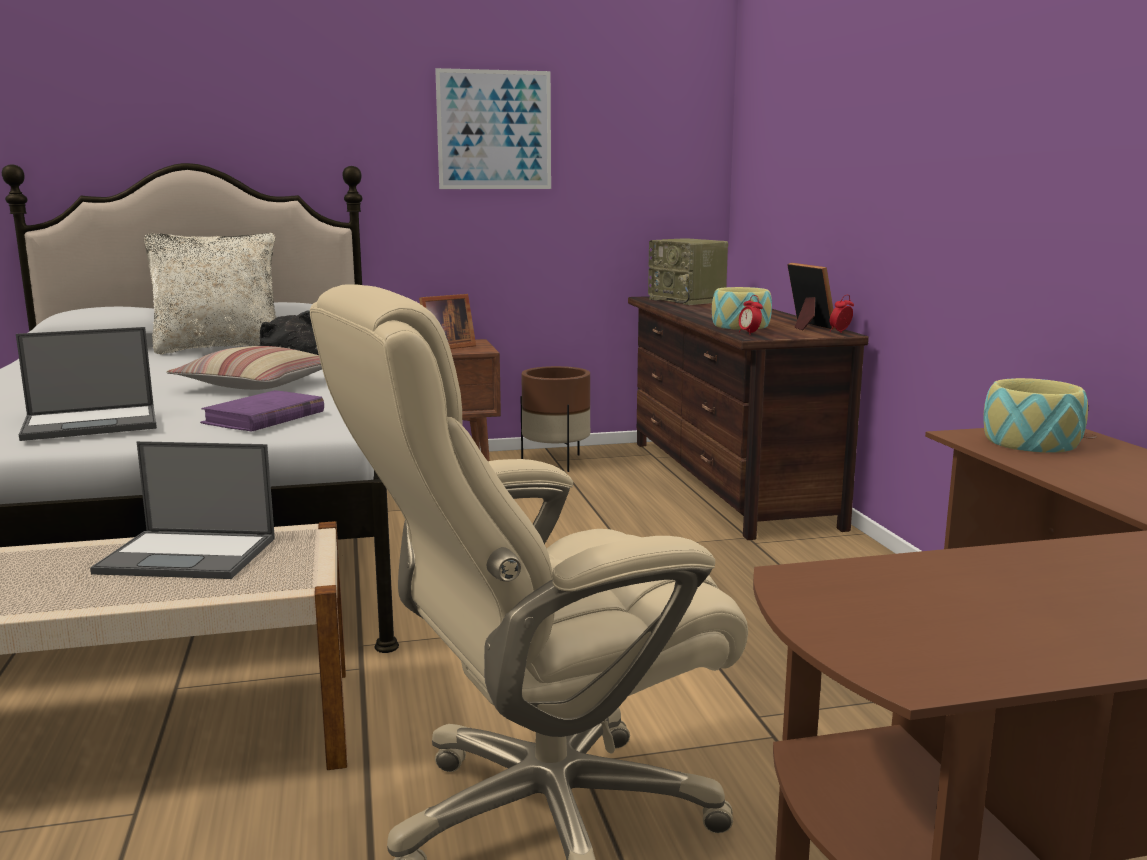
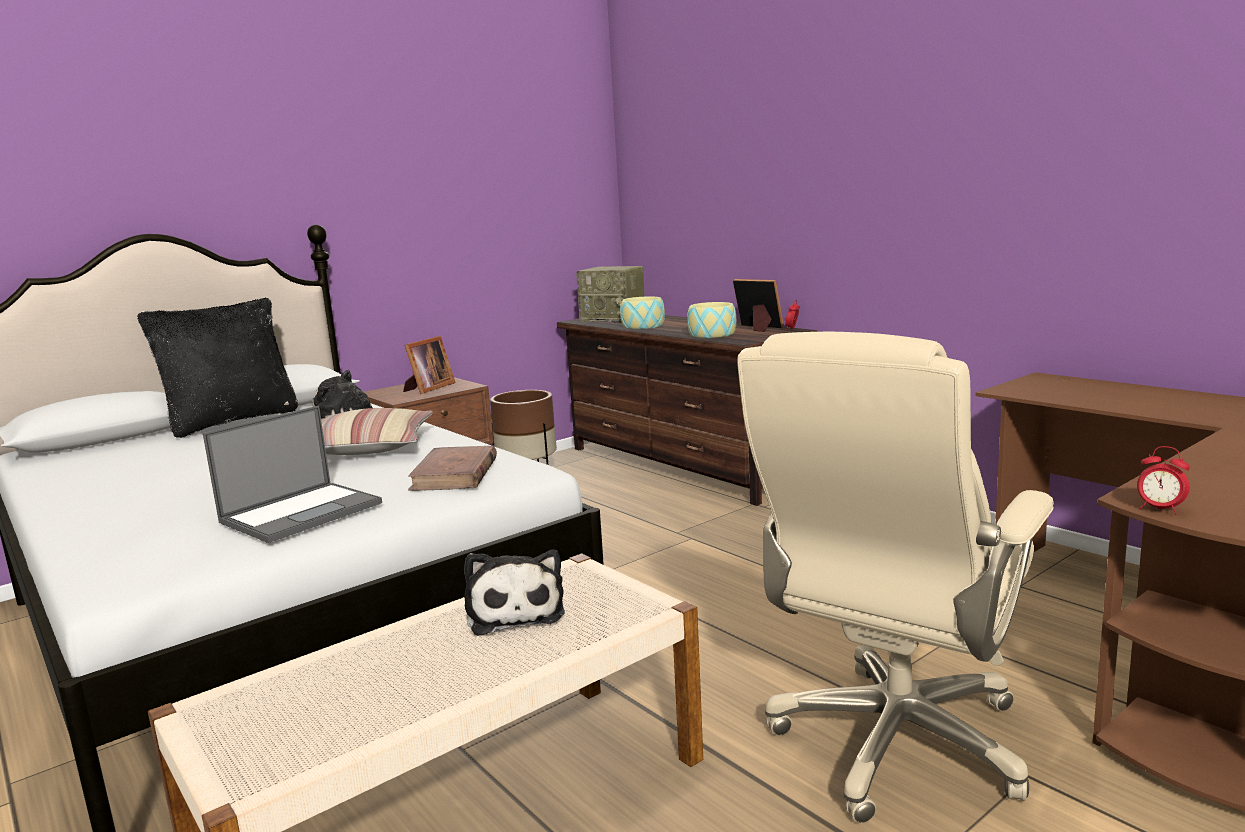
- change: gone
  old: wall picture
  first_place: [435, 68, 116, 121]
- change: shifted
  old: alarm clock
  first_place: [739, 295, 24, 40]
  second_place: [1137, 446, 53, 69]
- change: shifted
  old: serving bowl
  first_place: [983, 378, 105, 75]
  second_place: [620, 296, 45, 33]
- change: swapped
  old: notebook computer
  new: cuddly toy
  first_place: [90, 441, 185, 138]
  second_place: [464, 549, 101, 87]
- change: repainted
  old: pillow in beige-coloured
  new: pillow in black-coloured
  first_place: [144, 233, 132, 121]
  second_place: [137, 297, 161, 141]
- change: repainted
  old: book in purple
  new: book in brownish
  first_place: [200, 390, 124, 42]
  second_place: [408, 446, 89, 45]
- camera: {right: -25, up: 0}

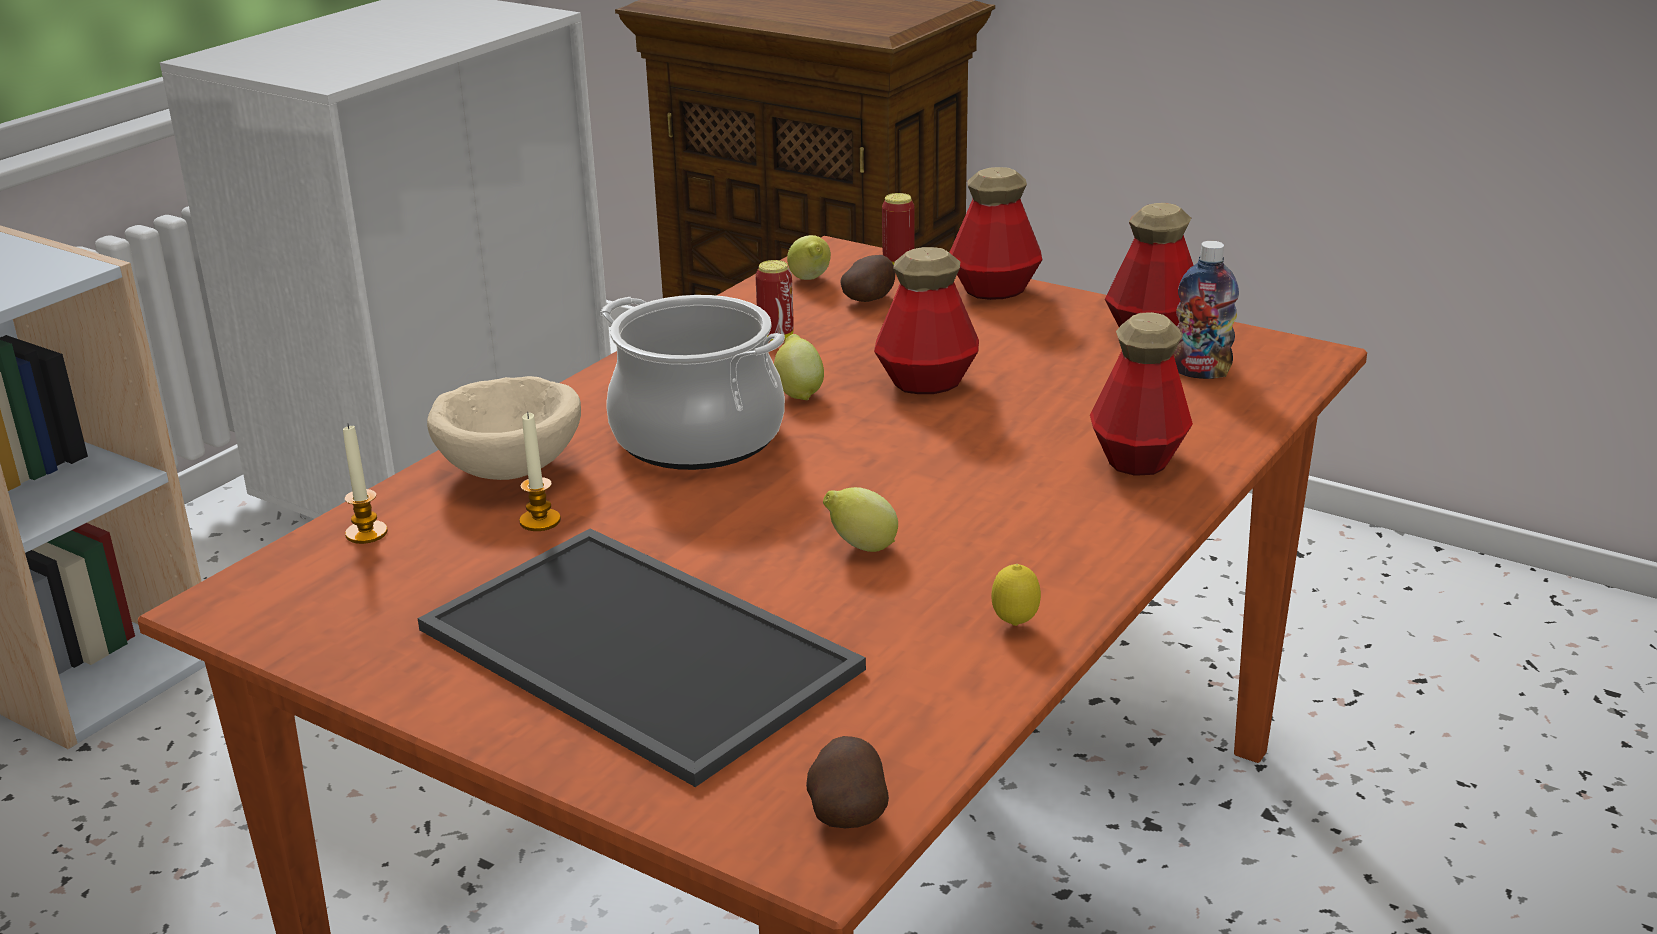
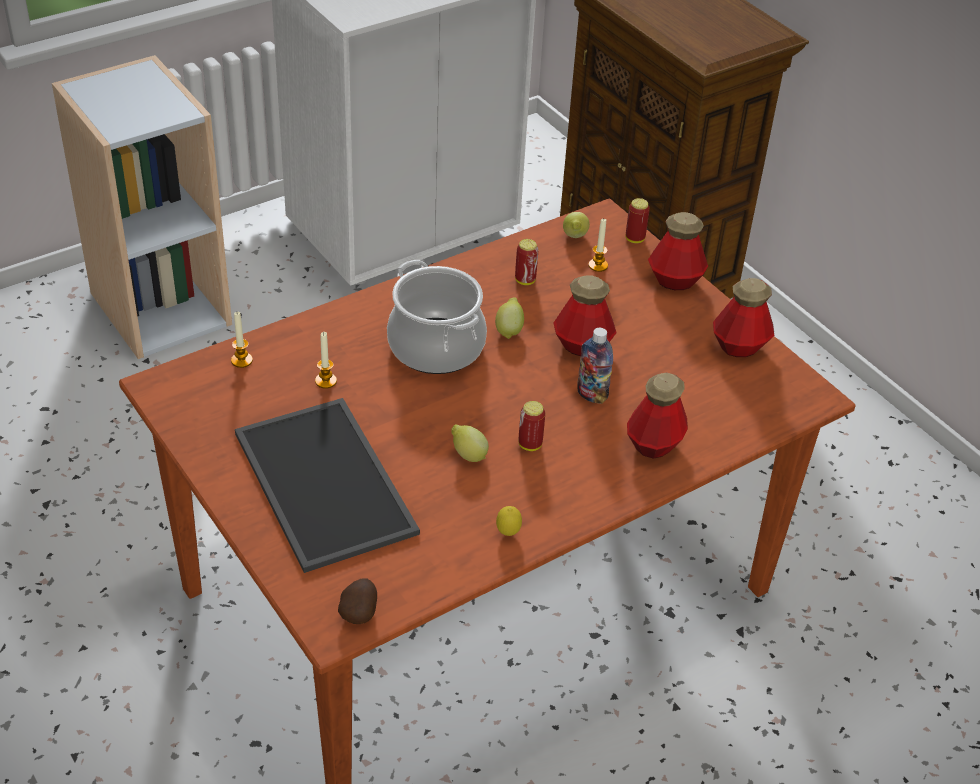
- change: gone
  old: serving bowl in beige-coloured
  first_place: [427, 376, 154, 104]
- change: new
  new: can
  second_place: [518, 401, 27, 50]
- change: shifted
  old: drink bottle
  first_place: [1173, 241, 66, 138]
  second_place: [577, 328, 36, 76]
- change: swapped
  old: potato
  new: candle
  first_place: [841, 255, 54, 47]
  second_place: [588, 219, 20, 53]
- camera: {right: 20, up: 15}

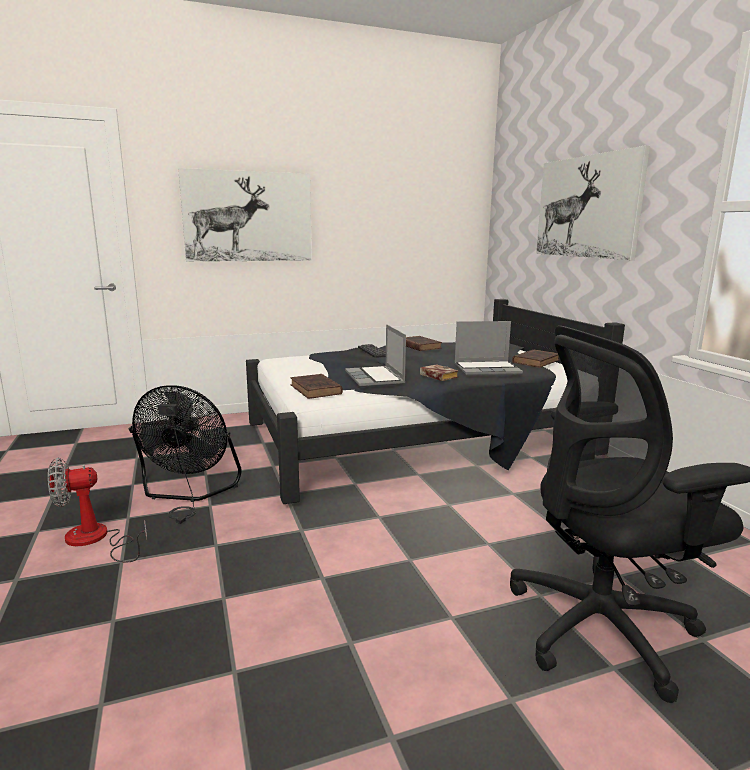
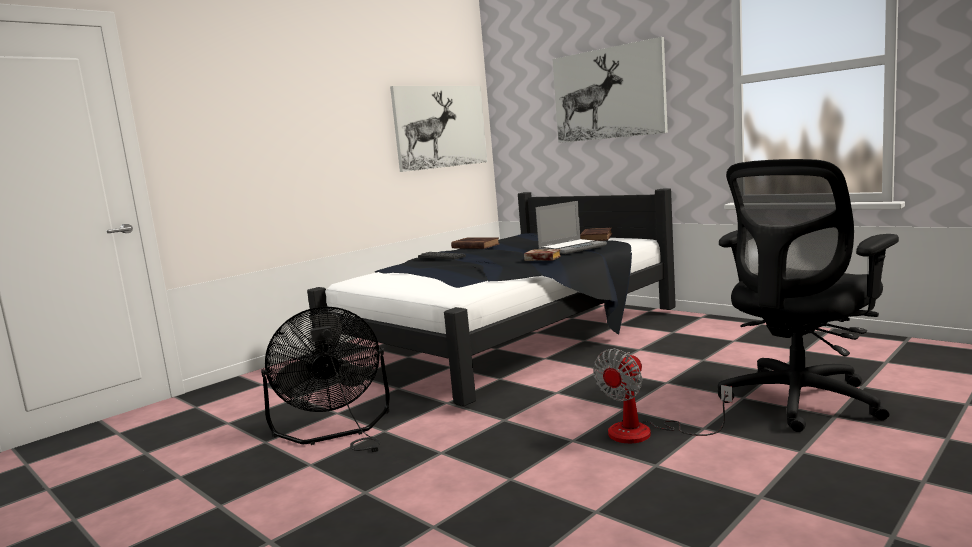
- change: gone
  old: book in brownish
  first_place: [291, 374, 52, 25]
- change: gone
  old: notebook computer
  first_place: [345, 324, 61, 63]
- change: shifted
  old: cooling fan
  first_place: [48, 458, 99, 104]
  second_place: [593, 349, 139, 94]
- change: shifted
  old: wall picture
  first_place: [178, 168, 134, 94]
  second_place: [390, 86, 97, 86]
- camera: {right: -25, up: -5}

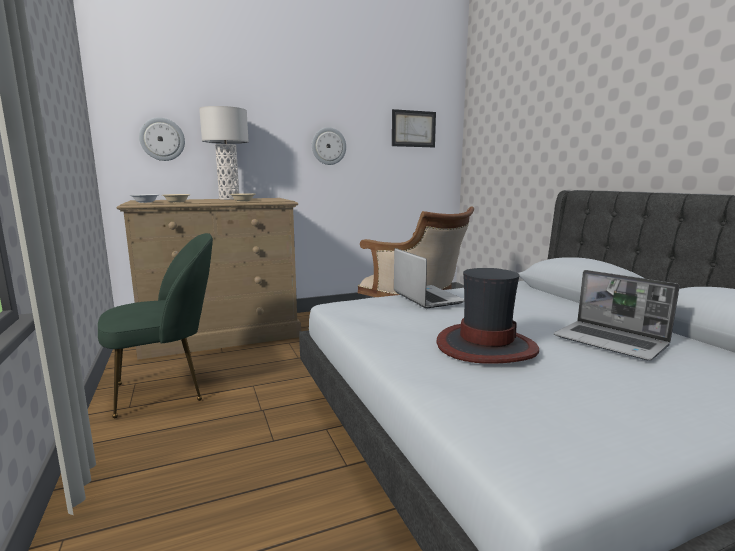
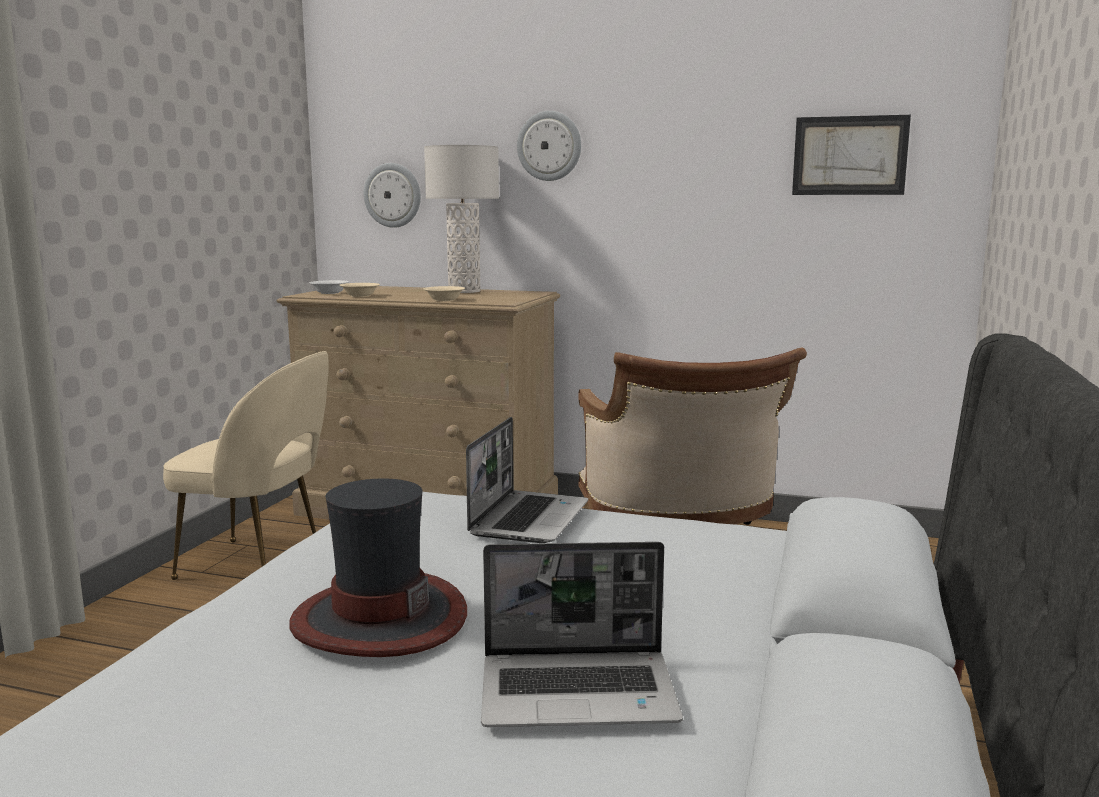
- change: shifted
  old: hanging clock
  first_place: [312, 127, 34, 38]
  second_place: [517, 111, 64, 70]
- change: repainted
  old: chair in greenish
  new: chair in beige-coloured
  first_place: [98, 233, 115, 185]
  second_place: [163, 351, 166, 229]
- change: rotated
  old: notebook computer
  first_place: [554, 270, 126, 90]
  second_place: [481, 542, 202, 185]
  degrees: -90
- camera: {right: 40, up: 0}

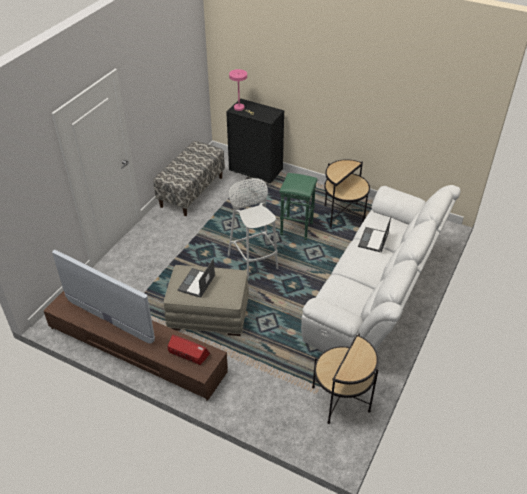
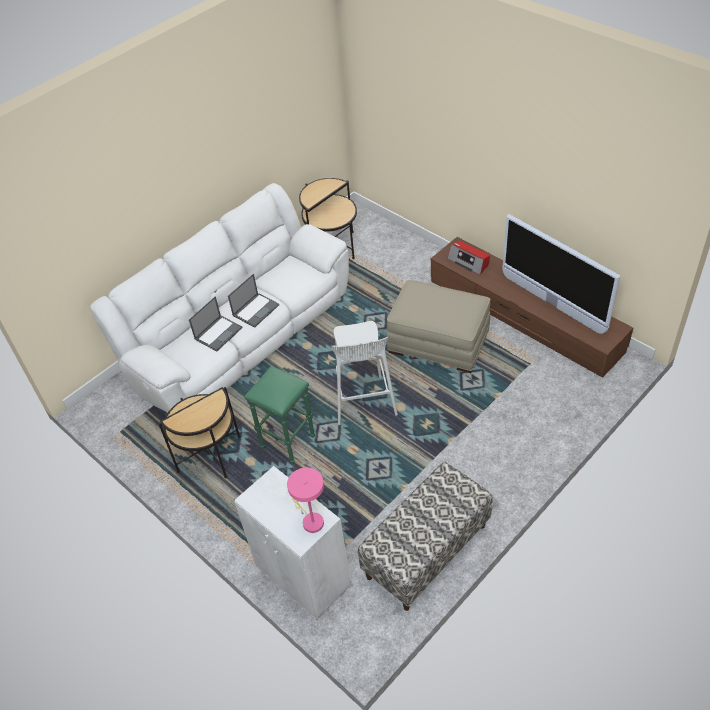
- change: shifted
  old: notebook computer
  first_place: [178, 258, 37, 40]
  second_place: [228, 274, 51, 54]
- change: repainted
  old: cupboard in black-coloured
  new: cupboard in whitish
  first_place: [226, 98, 58, 85]
  second_place: [234, 466, 117, 154]
- camera: {right: -160, up: 5}

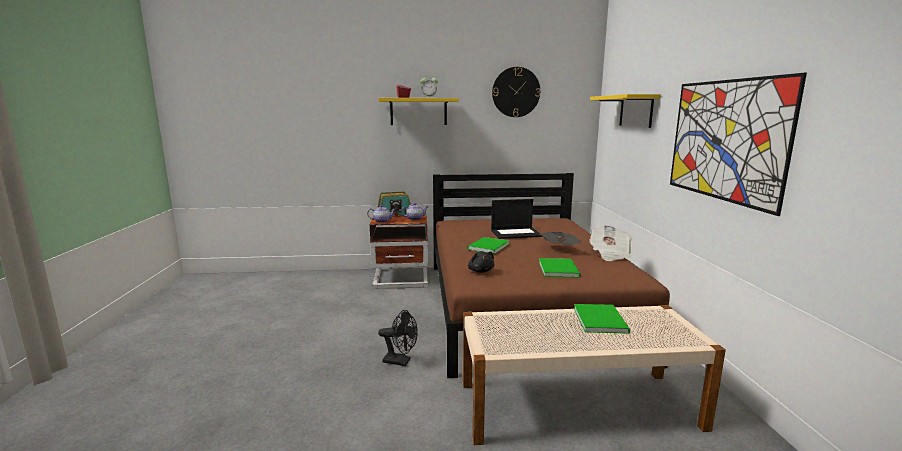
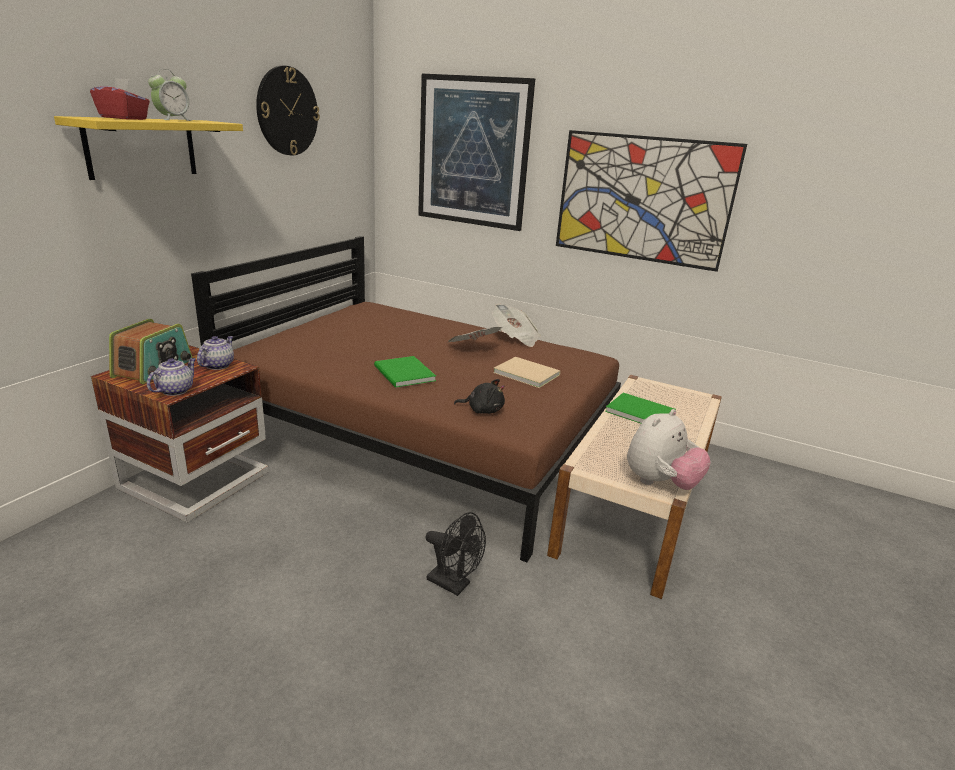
- change: gone
  old: notebook computer
  first_place: [491, 199, 51, 40]
- change: new
  new: cuddly toy
  second_place: [627, 409, 84, 81]
- change: swapped
  old: bracket shelf in yellow-coloured
  new: wall picture
  first_place: [590, 94, 71, 34]
  second_place: [418, 74, 117, 157]
- change: repainted
  old: book in greenish
  new: book in beige-coloured
  first_place: [539, 258, 42, 19]
  second_place: [493, 357, 68, 31]
- change: rotated
  old: cooling fan in black-coloured
  first_place: [378, 310, 40, 56]
  second_place: [426, 512, 60, 84]
  degrees: 75
- camera: {right: -60, up: 10}

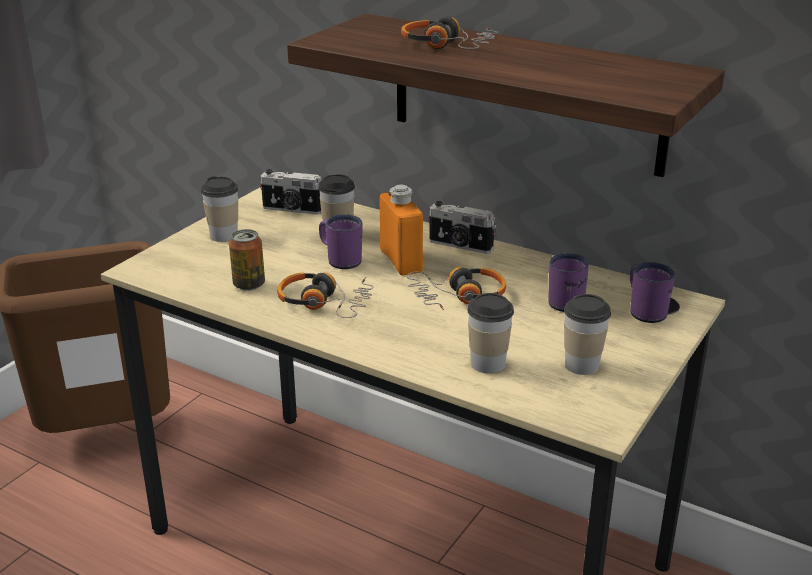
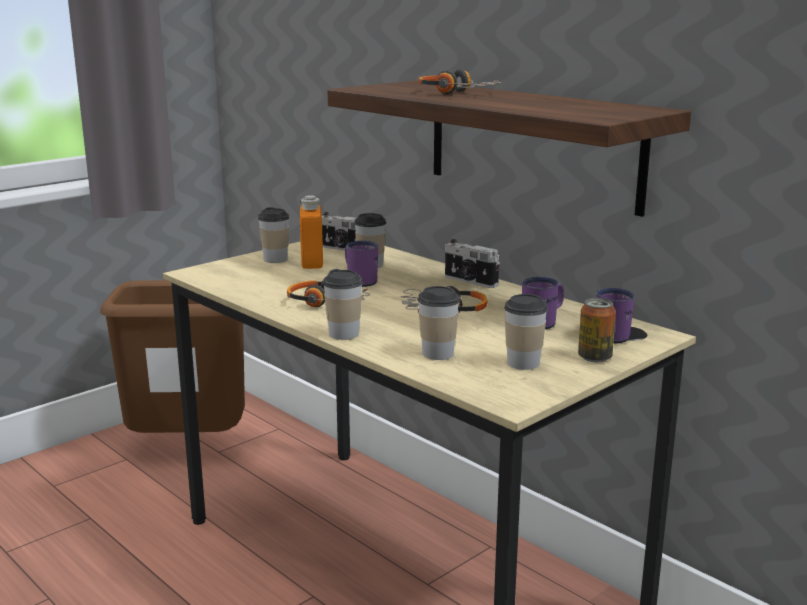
- change: new
  new: drinking cup
  second_place: [323, 269, 40, 71]
- change: shifted
  old: can
  first_place: [229, 229, 36, 62]
  second_place: [578, 298, 38, 64]
- change: shifted
  old: drink bottle in orangey
  first_place: [380, 184, 43, 92]
  second_place: [300, 195, 23, 74]
- camera: {right: 15, up: -10}

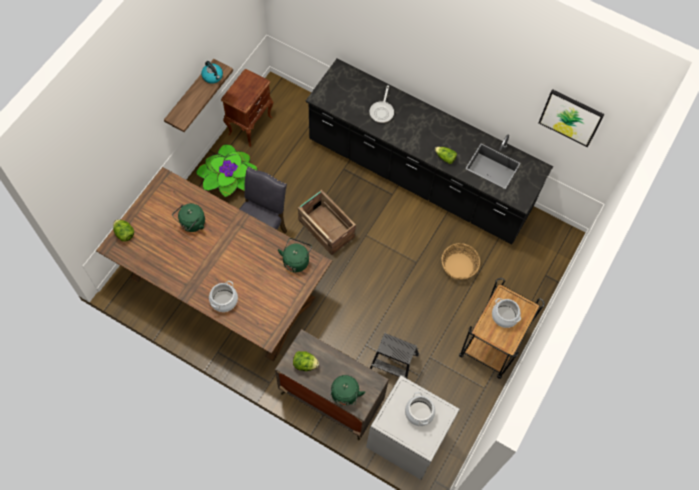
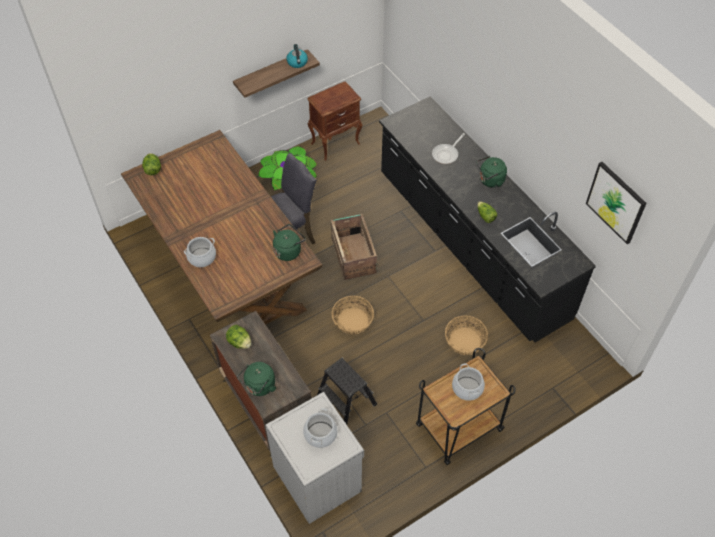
- change: new
  new: storage basket
  second_place: [332, 296, 42, 39]
- change: shifted
  old: tea kettle in greenish
  first_place: [172, 203, 33, 29]
  second_place: [476, 156, 31, 32]
- camera: {right: 30, up: -10}

